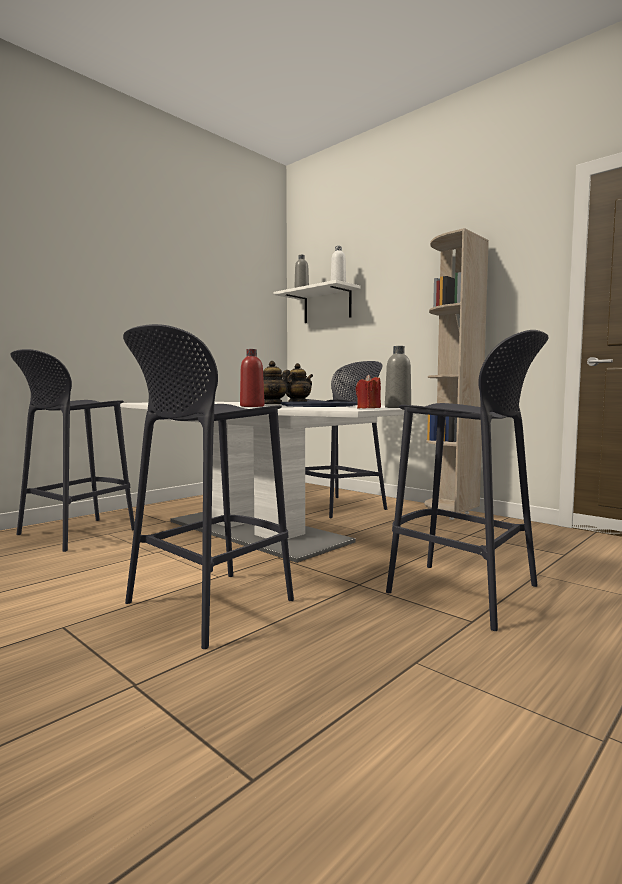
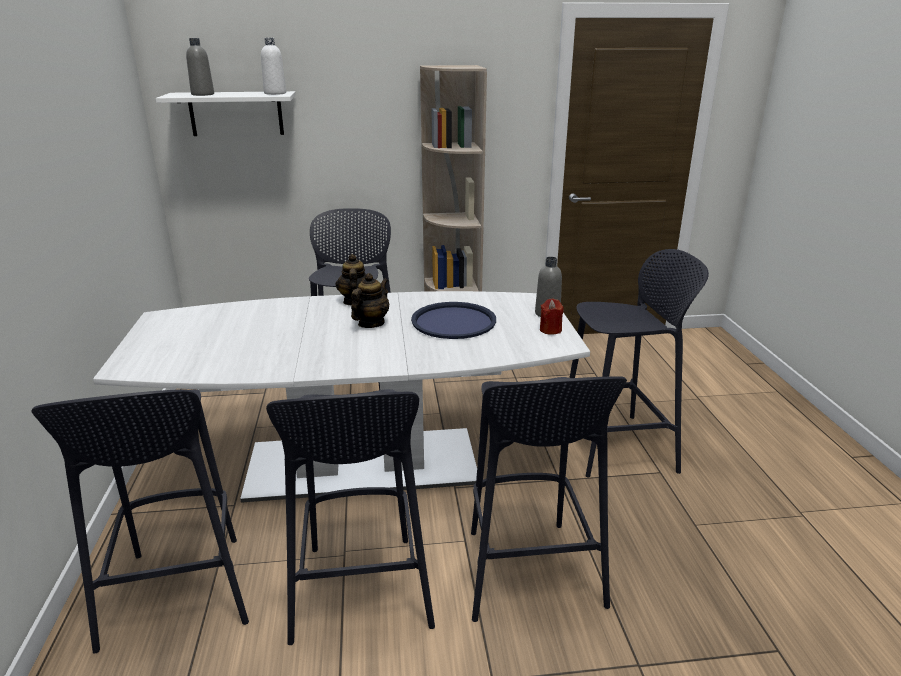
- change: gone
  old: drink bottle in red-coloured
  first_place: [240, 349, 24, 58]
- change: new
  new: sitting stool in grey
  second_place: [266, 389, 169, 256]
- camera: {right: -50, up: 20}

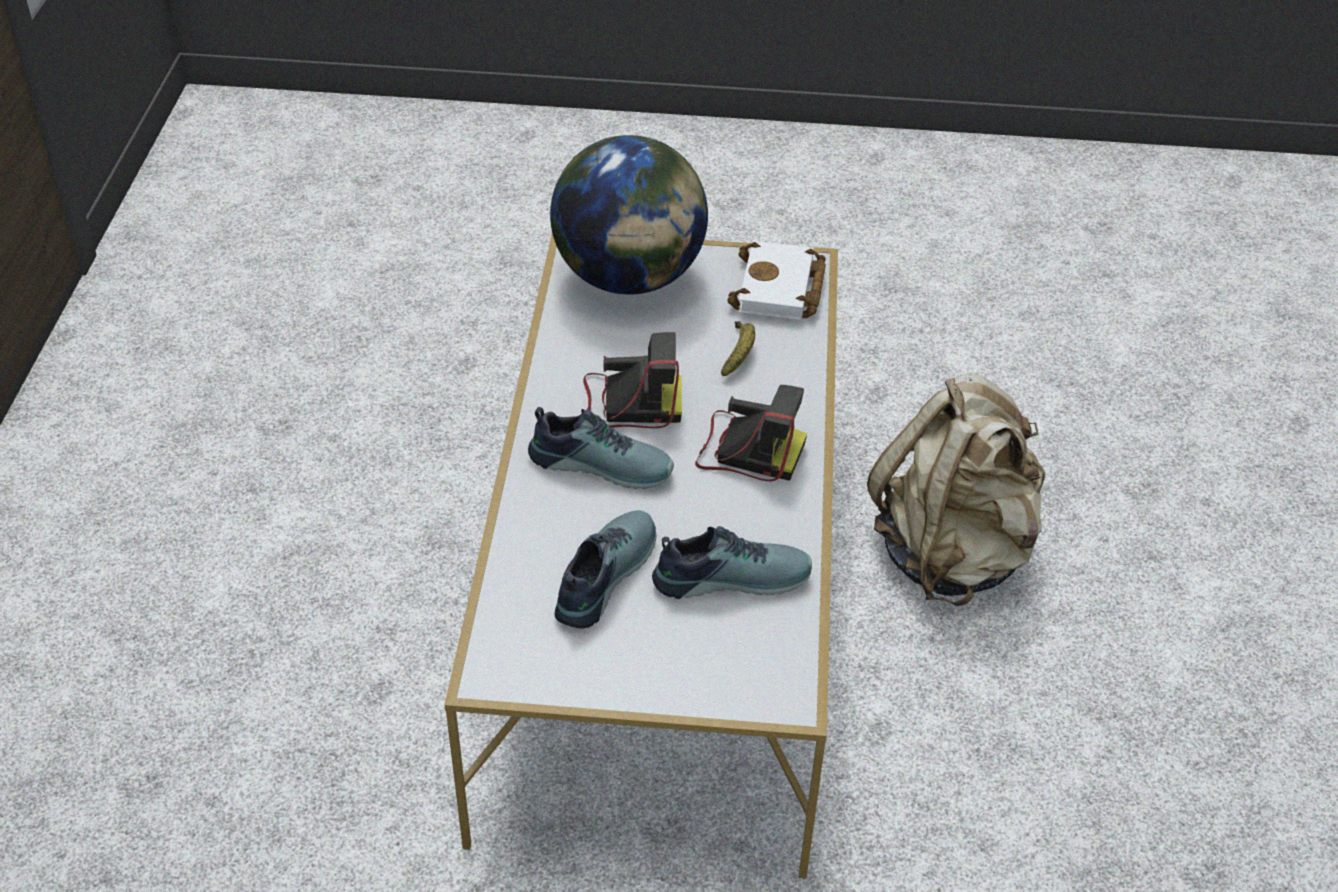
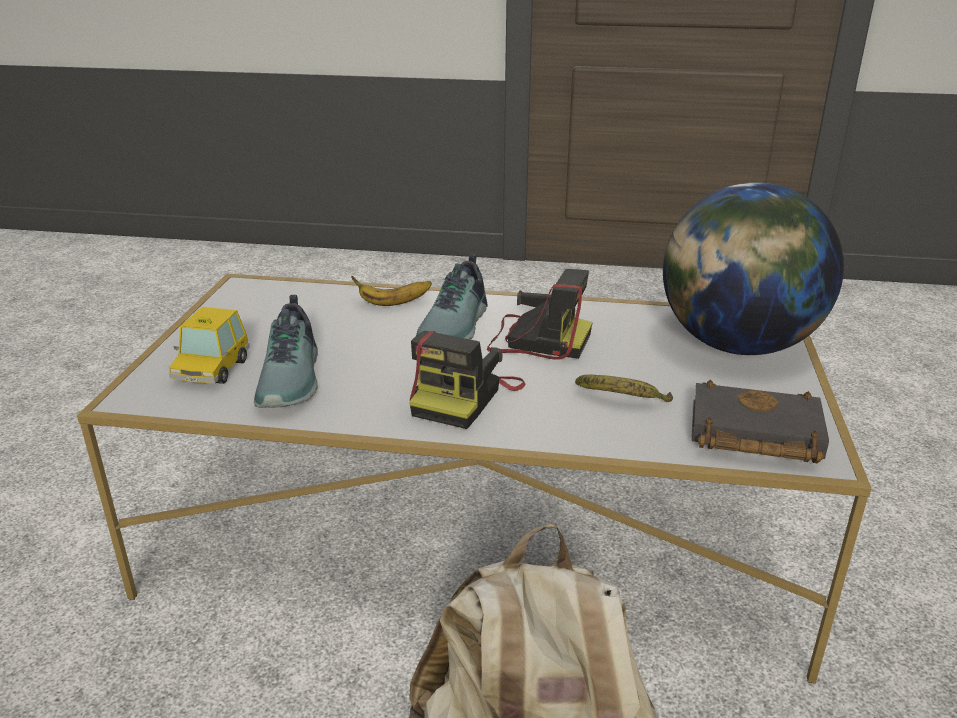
- change: gone
  old: low shoe
  first_place: [554, 510, 102, 119]
- change: new
  new: toy car
  second_place: [169, 307, 81, 77]
- change: new
  new: banana fruit
  second_place: [351, 276, 81, 30]
- change: repainted
  old: book in whitish
  new: book in black-coloured
  first_place: [727, 241, 99, 79]
  second_place: [692, 380, 137, 83]
- change: rotated
  old: photo camera
  first_place: [583, 332, 99, 96]
  second_place: [487, 269, 106, 91]
  degrees: -75
- camera: {right: 95, up: -15}

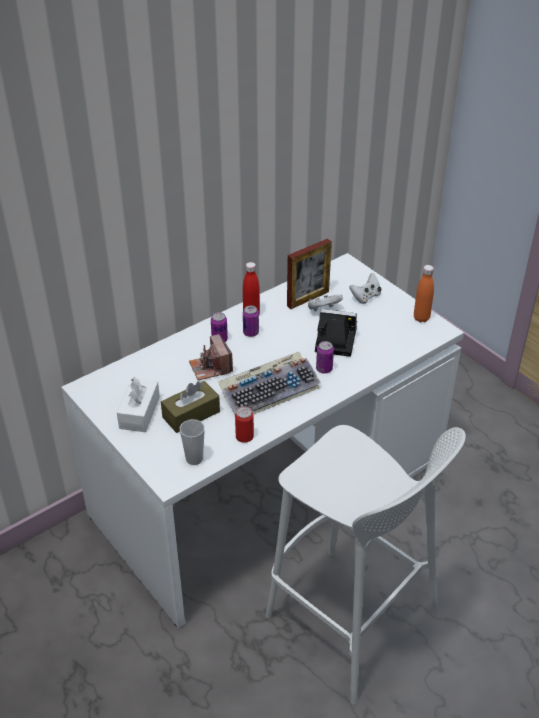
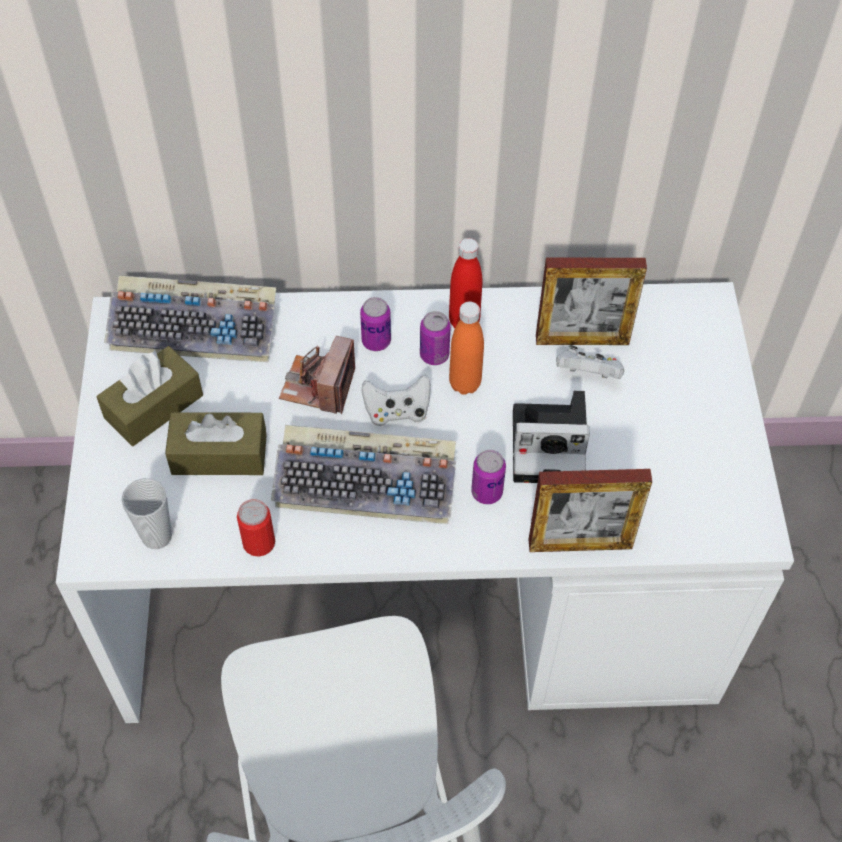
- change: new
  new: keyboard
  second_place: [104, 275, 172, 87]
- change: new
  new: photo frame
  second_place: [528, 469, 124, 83]
- change: shifted
  old: game controller in whitish
  first_place: [349, 273, 32, 31]
  second_place: [362, 375, 69, 51]
- change: shifted
  old: drink bottle in orangey
  first_place: [414, 265, 20, 57]
  second_place: [449, 302, 35, 93]
- change: repainted
  old: tissue box in whitish
  new: tissue box in brownish
  first_place: [117, 377, 43, 55]
  second_place: [97, 346, 106, 100]
- change: rotated
  old: photo camera
  first_place: [315, 309, 42, 48]
  second_place: [513, 391, 77, 92]
  degrees: 135
- camera: {right: 35, up: 15}

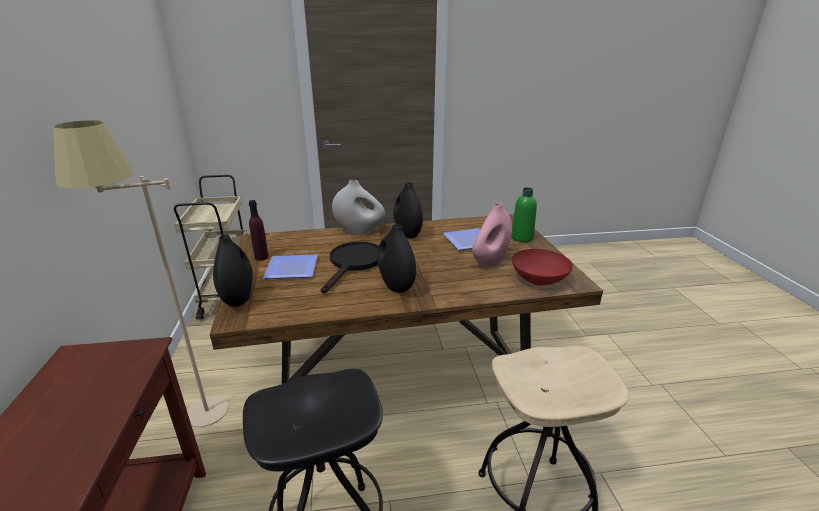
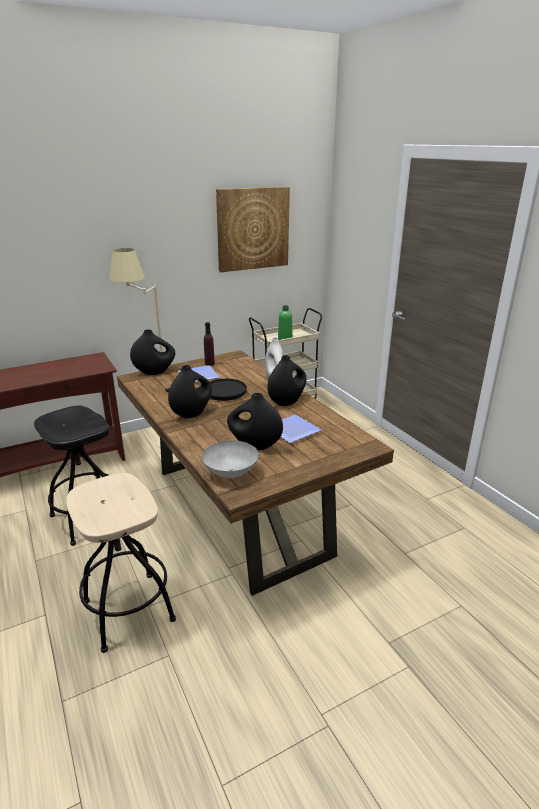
- change: new
  new: wall picture
  second_place: [216, 187, 74, 85]
- change: shifted
  old: drink bottle in greenish
  first_place: [511, 187, 26, 55]
  second_place: [278, 305, 15, 35]
- change: repainted
  old: flower vase in pinkish
  new: flower vase in black-coloured
  first_place: [472, 203, 40, 64]
  second_place: [227, 393, 56, 57]
- change: repainted
  old: serving bowl in red-coloured
  new: serving bowl in grey
  first_place: [512, 249, 61, 37]
  second_place: [202, 440, 57, 38]
- camera: {right: 70, up: 0}

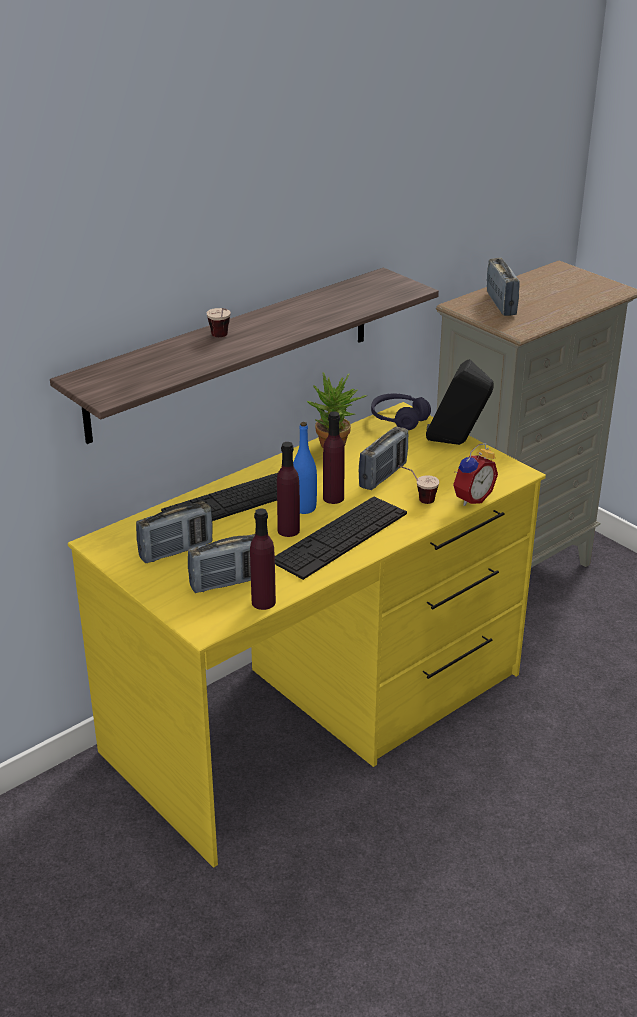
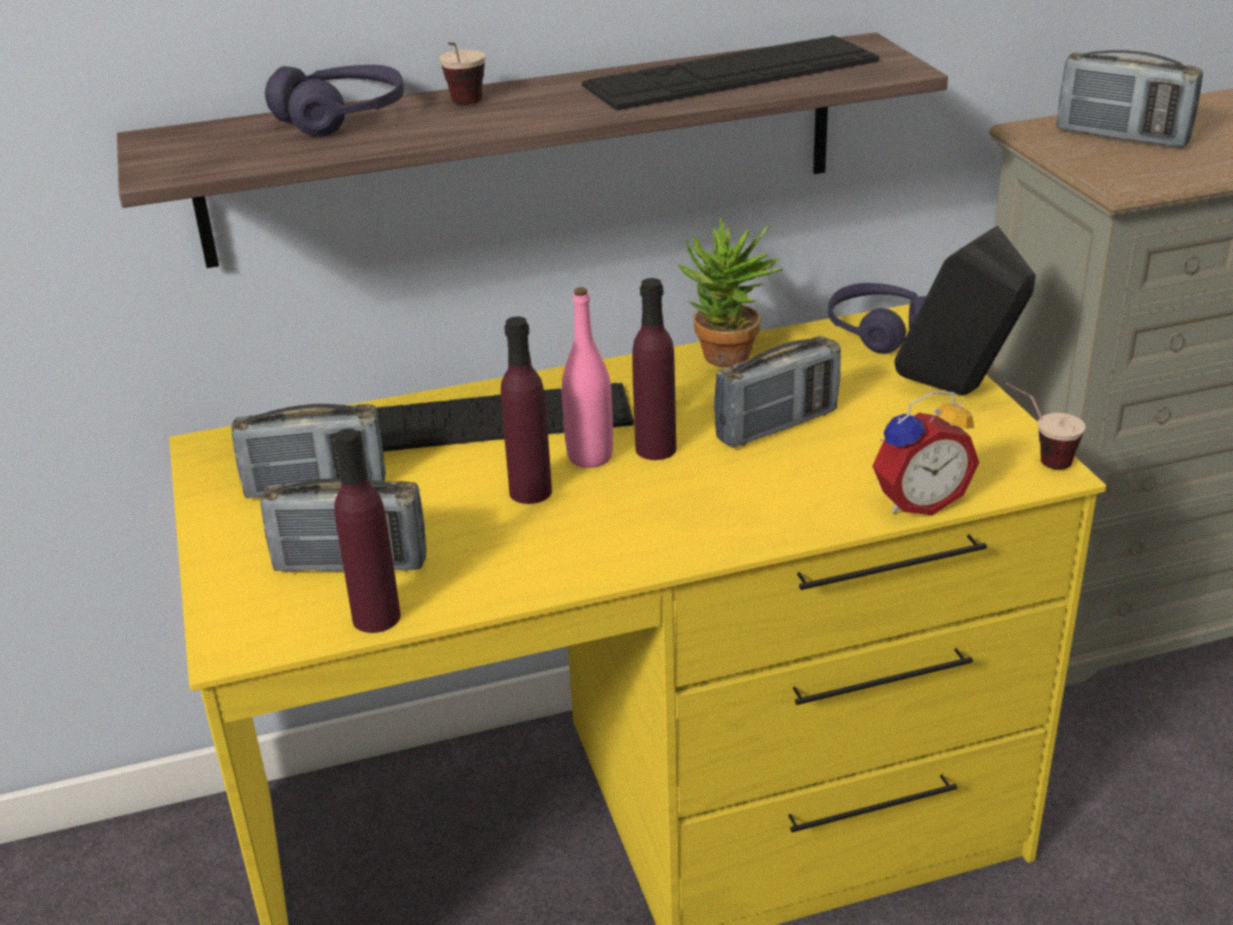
- change: new
  new: headphones in purple
  second_place: [265, 65, 139, 72]
- change: shifted
  old: keyboard
  first_place: [275, 497, 132, 83]
  second_place: [582, 35, 297, 75]
- change: shifted
  old: drinking cup
  first_place: [398, 465, 41, 39]
  second_place: [1006, 383, 79, 86]
- change: repainted
  old: drink bottle in bluish
  new: drink bottle in pinkish
  first_place: [293, 422, 24, 92]
  second_place: [562, 287, 51, 181]
- change: rotated
  old: radio set
  first_place: [487, 258, 33, 58]
  second_place: [1057, 50, 146, 97]
  degrees: 105
- camera: {right: 25, up: 0}

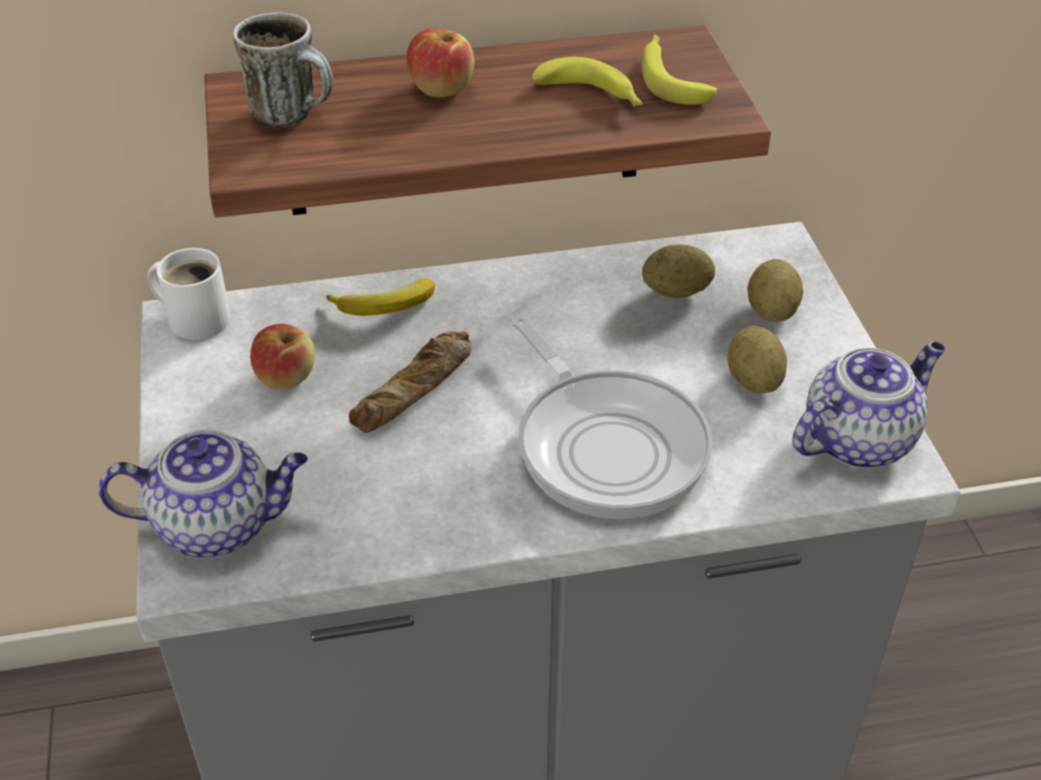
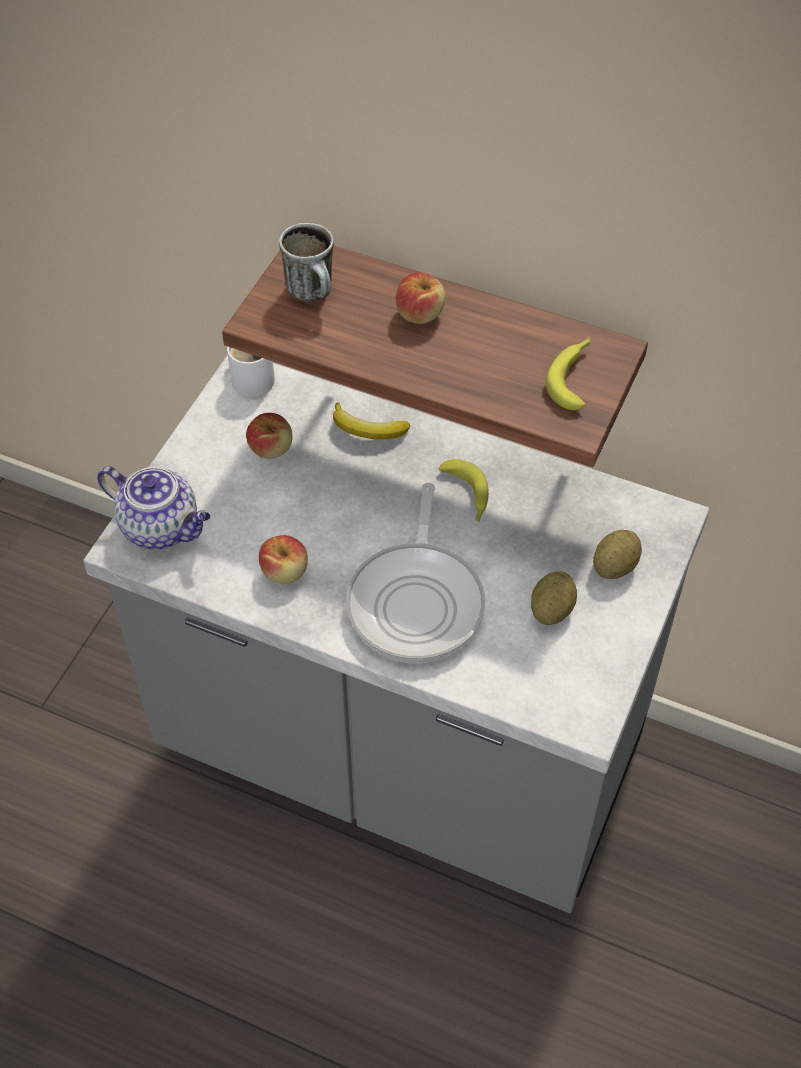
- change: gone
  old: bread
  first_place: [349, 331, 123, 102]
- change: gone
  old: potato
  first_place: [642, 244, 73, 54]
- change: gone
  old: pot for tea
  first_place: [792, 342, 153, 127]
- change: new
  new: apple fruit
  second_place: [259, 535, 49, 49]
- change: shifted
  old: banana fruit
  first_place: [532, 57, 111, 50]
  second_place: [438, 459, 51, 63]
- camera: {right: 35, up: 10}

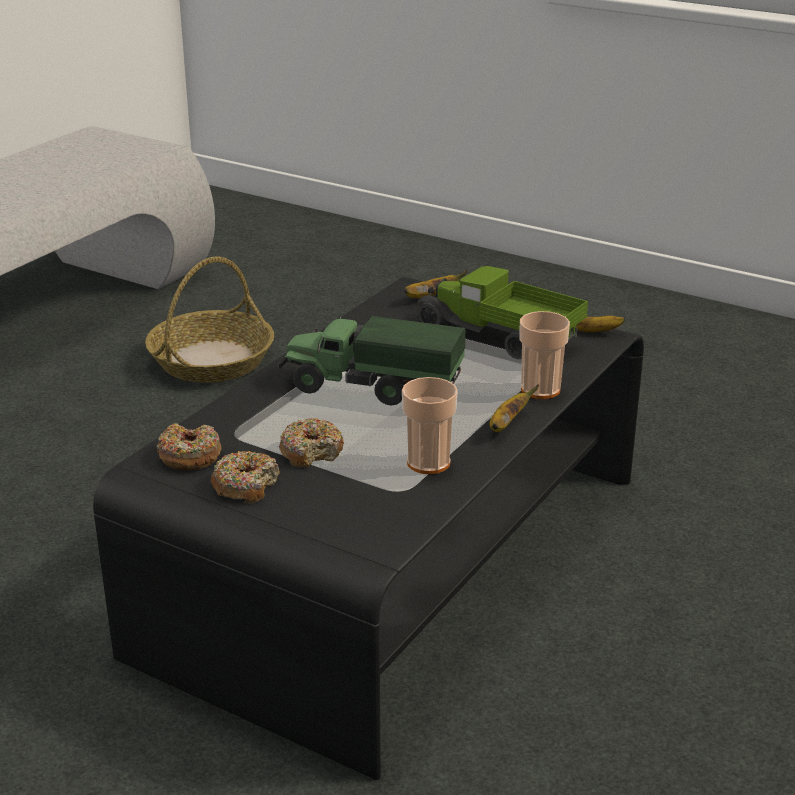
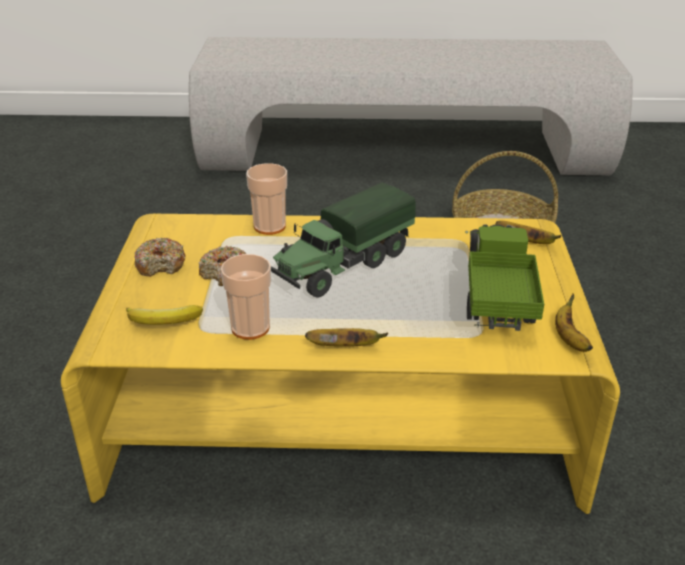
- change: gone
  old: ring doughnut
  first_place: [156, 423, 66, 48]
- change: new
  new: banana fruit
  second_place: [126, 305, 77, 20]
- change: shifted
  old: drinking cup
  first_place: [519, 311, 51, 88]
  second_place: [246, 163, 41, 72]
- change: repainted
  old: low table in black-coloured
  new: low table in yellow-coloured
  first_place: [93, 277, 551, 503]
  second_place: [61, 214, 559, 300]
- change: rotated
  old: model truck
  first_place: [279, 315, 186, 91]
  second_place: [271, 183, 144, 115]
  degrees: -120
- camera: {right: 60, up: 5}

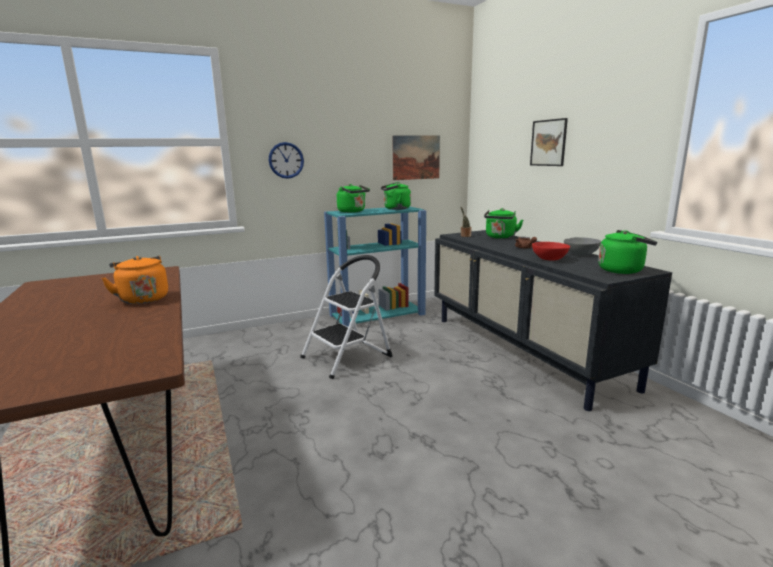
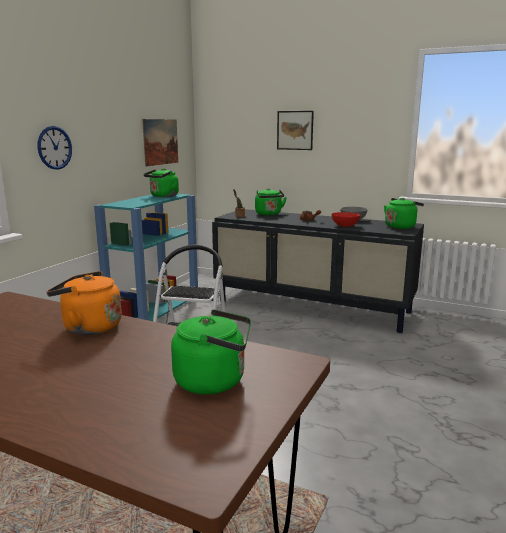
- change: shifted
  old: tea kettle in greenish
  first_place: [337, 184, 33, 29]
  second_place: [171, 309, 80, 86]
- camera: {right: -40, up: 0}

